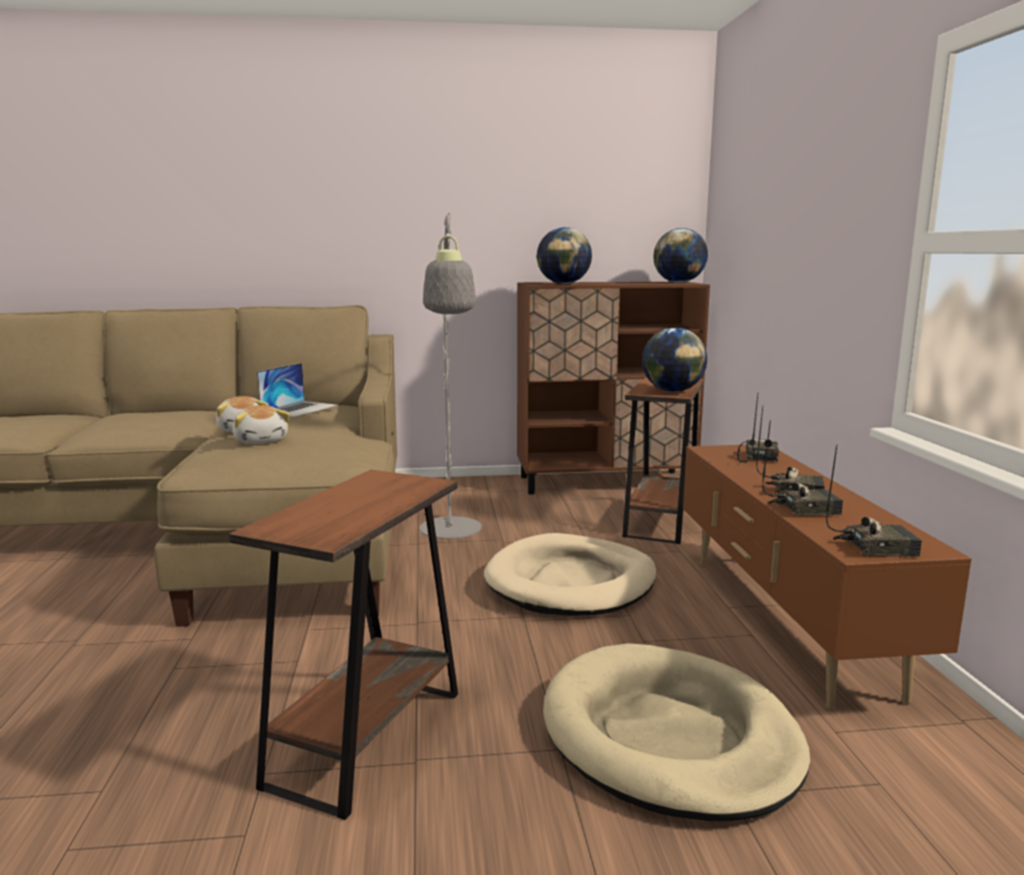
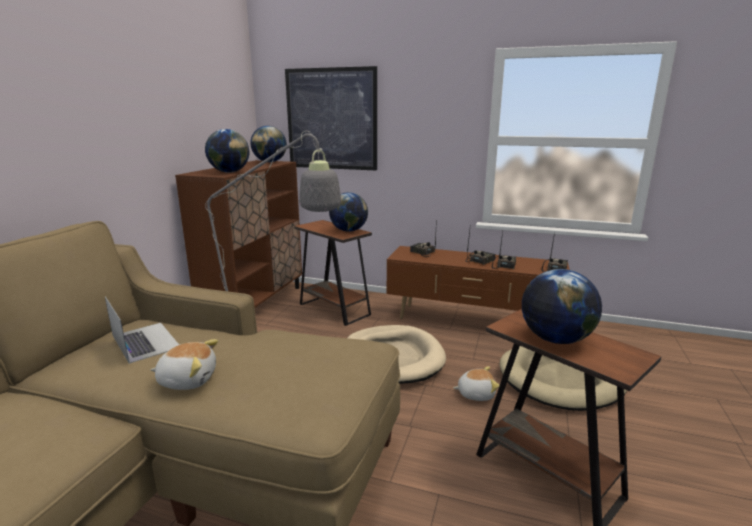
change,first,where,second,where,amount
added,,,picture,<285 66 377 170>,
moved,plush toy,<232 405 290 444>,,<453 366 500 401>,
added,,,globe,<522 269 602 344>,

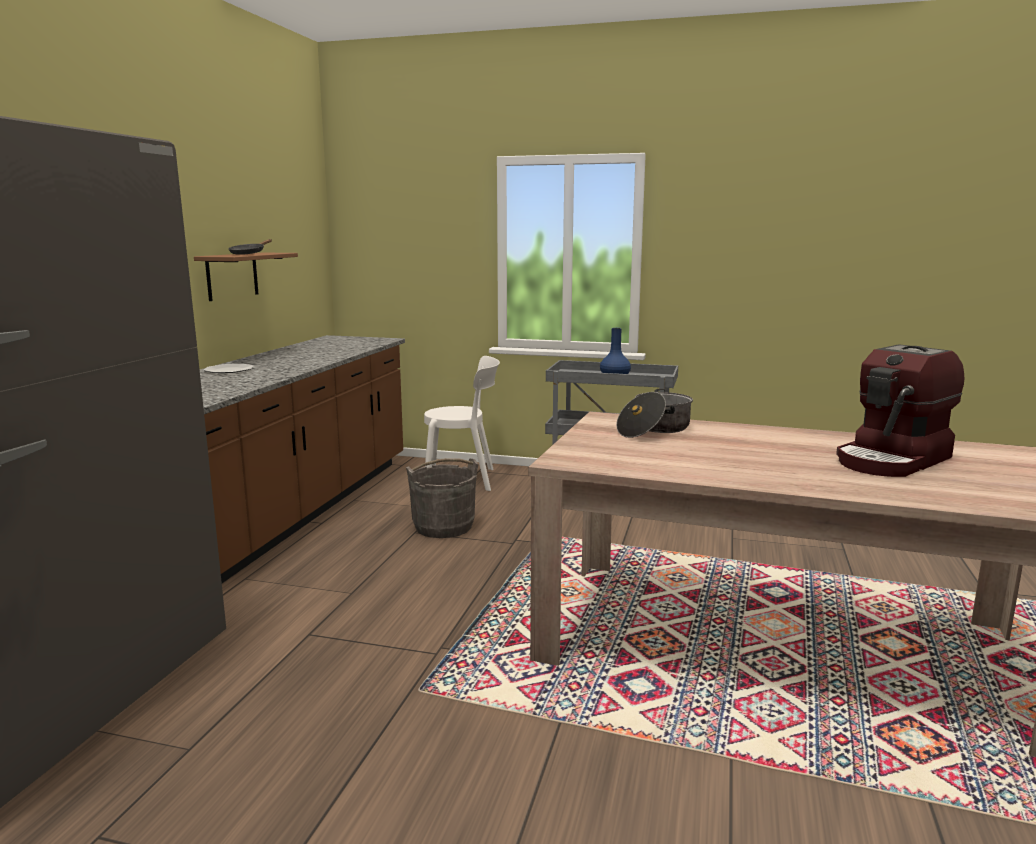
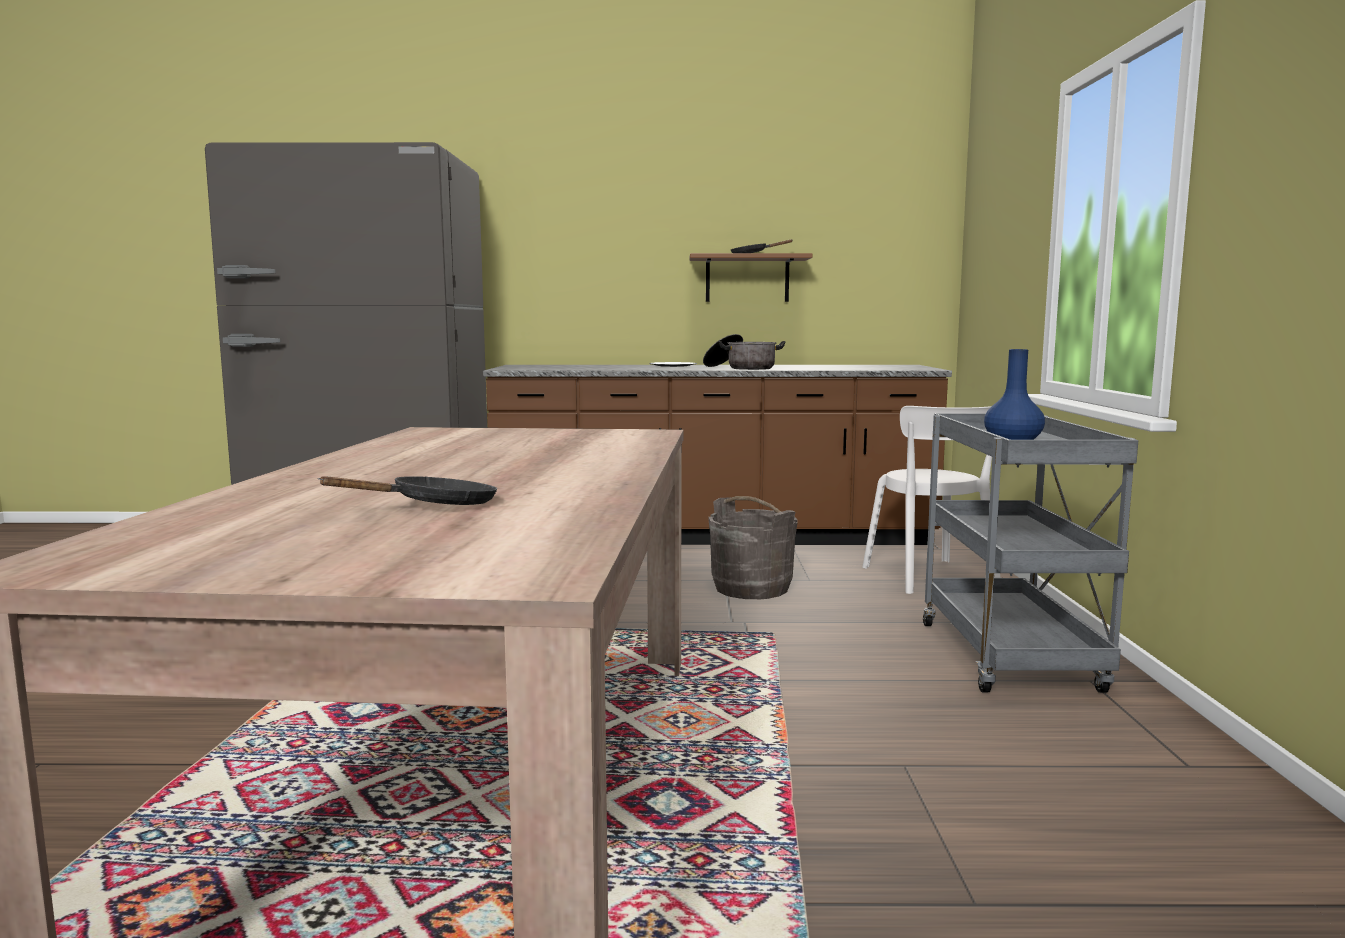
change,first,where,second,where,amount
replaced,coffee machine,<836 344 964 477>,black frying pan,<317 476 497 505>,
moved,cooking pot,<616 389 693 438>,,<703 334 785 370>,

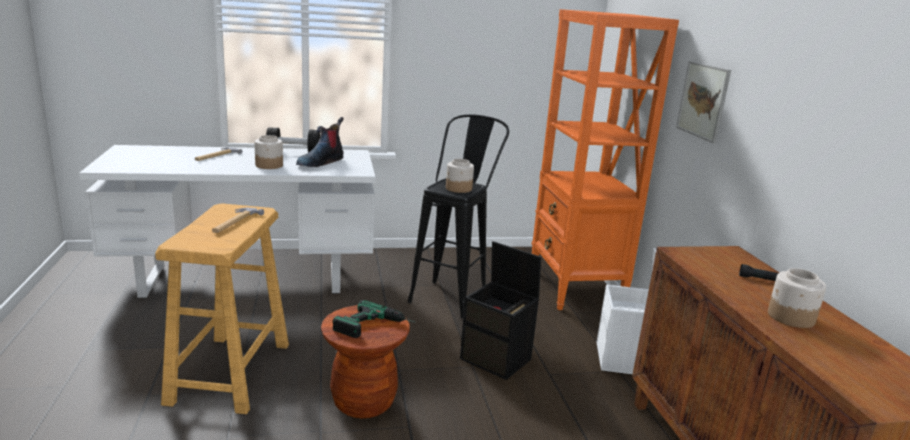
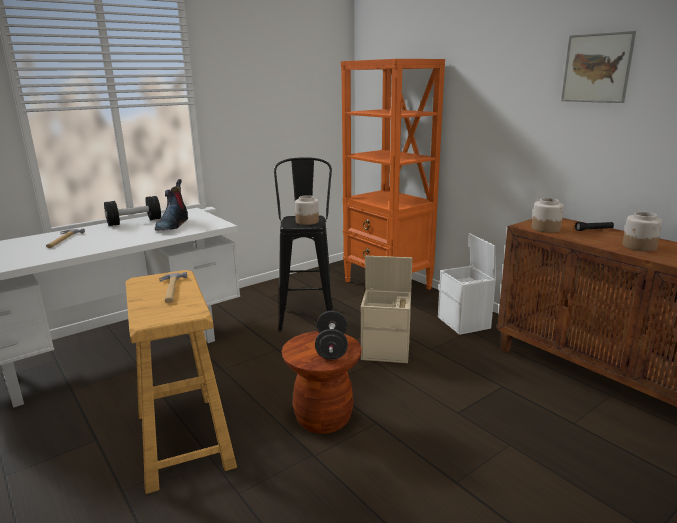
change,first,where,second,where,amount
replaced,power drill,<333 300 414 338>,black dumbbell,<315 311 348 360>,
recoloured,black storage box,<460 241 541 380>,beige storage box,<361 256 412 363>,
moved,jar,<255 135 283 169>,,<532 198 564 233>,
moved,picture,<676 61 731 143>,,<561 31 636 103>,

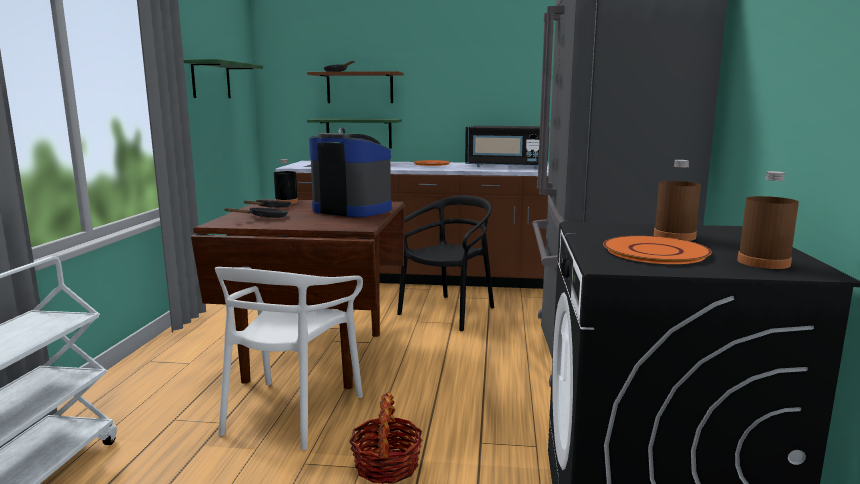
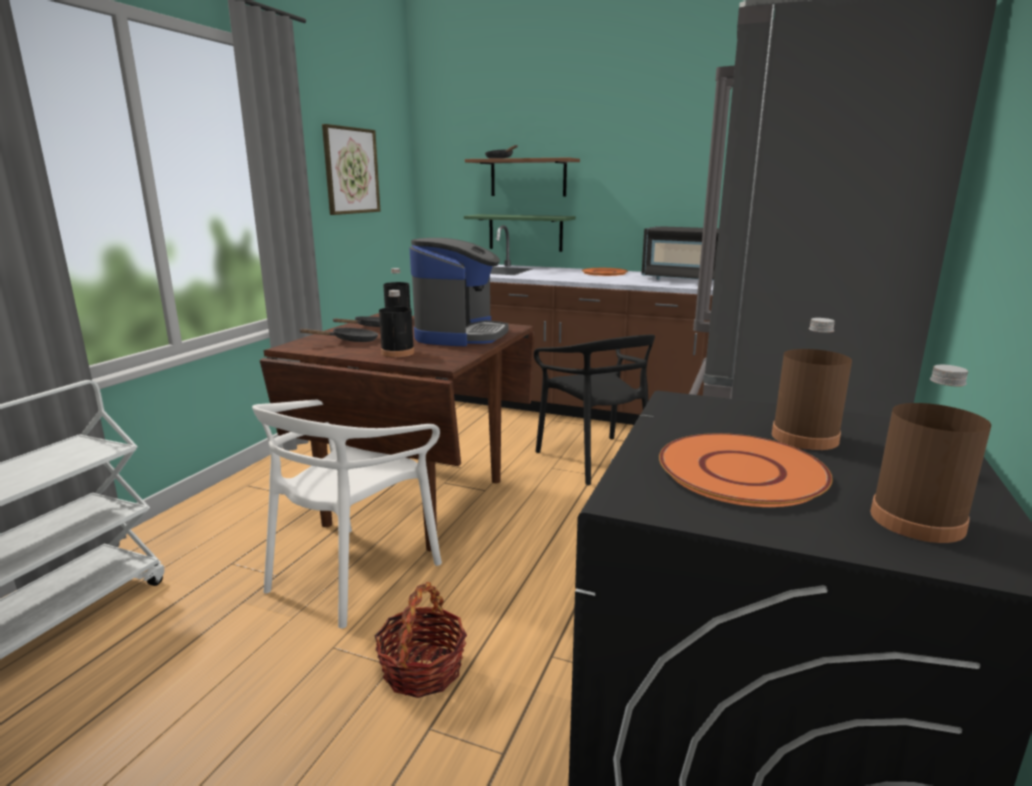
change,first,where,second,where,amount
replaced,green shelf,<184 59 263 98>,picture,<322 124 380 215>,
added,,,black bottle,<379 290 414 357>,
turned,coffee machine,<309 133 392 217>,,<409 238 508 346>,60 degrees clockwise
turned,black chair,<397 196 494 331>,,<534 335 655 485>,105 degrees clockwise

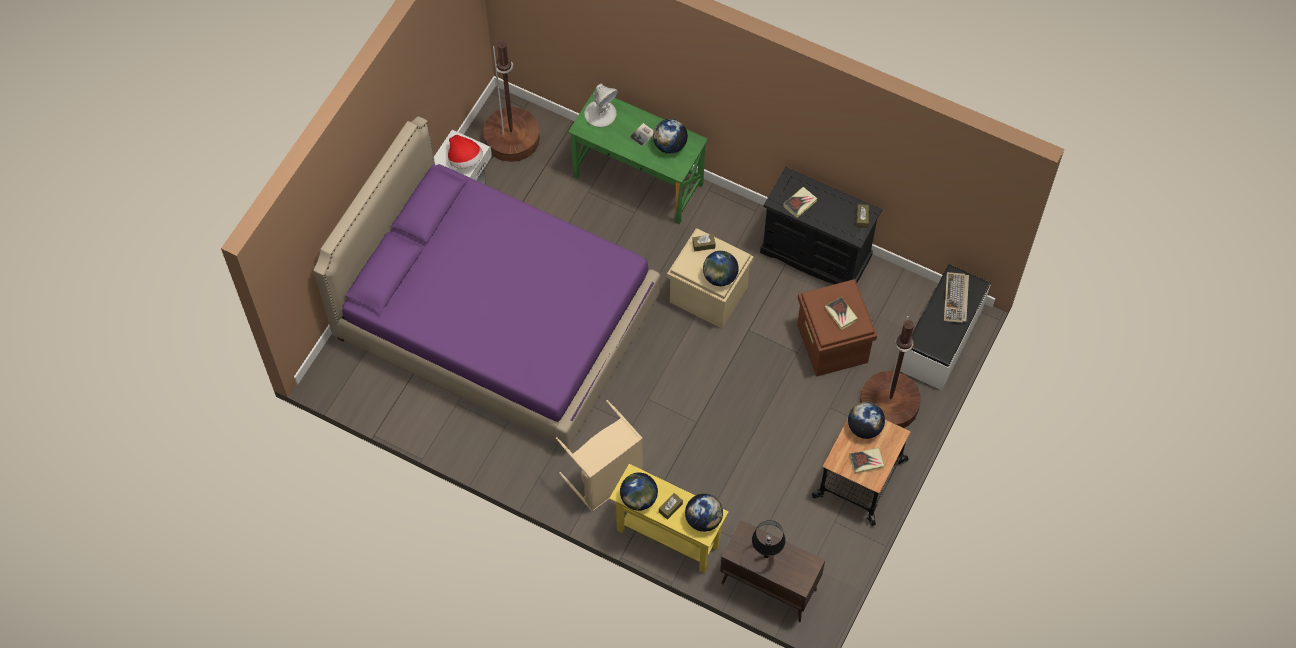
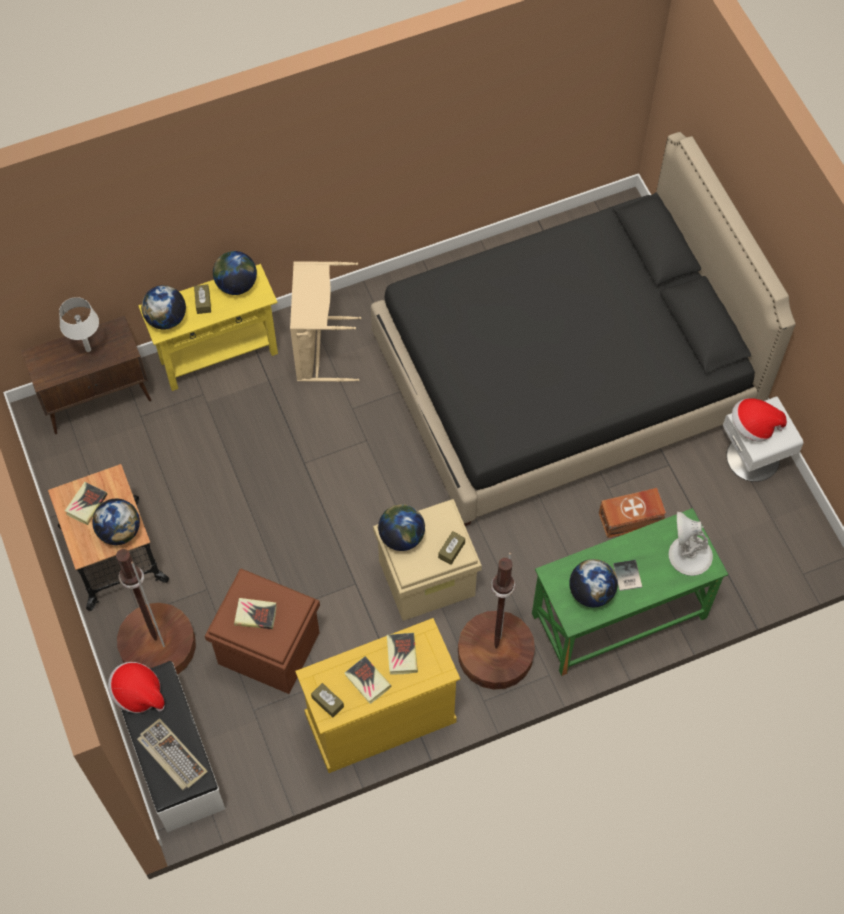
change,first,where,second,where,amount
recoloured,black table lamp,<752 520 785 558>,white table lamp,<59 297 99 352>,
added,,,hat,<108 662 165 713>,
recoloured,black dresser,<760 167 882 284>,yellow dresser,<295 618 460 773>,
added,,,book,<344 656 392 704>,
recoloured,purple bed,<313 116 660 449>,black bed,<371 132 796 526>,
moved,brown floor lamp,<483 40 540 162>,,<458 553 535 690>,
added,,,brown storage box,<599 488 666 539>,

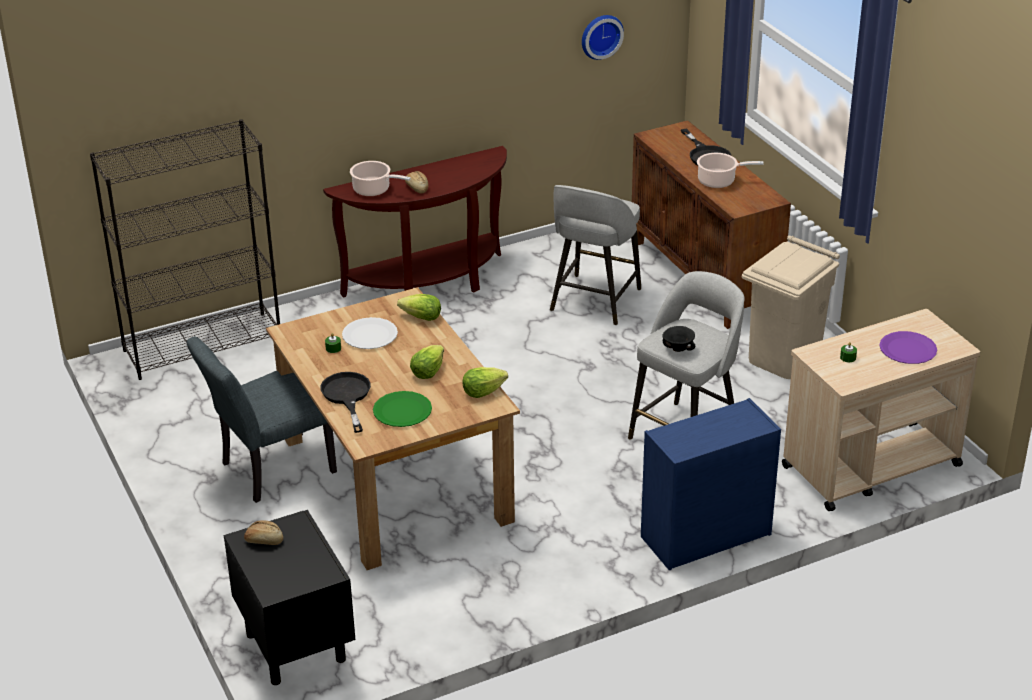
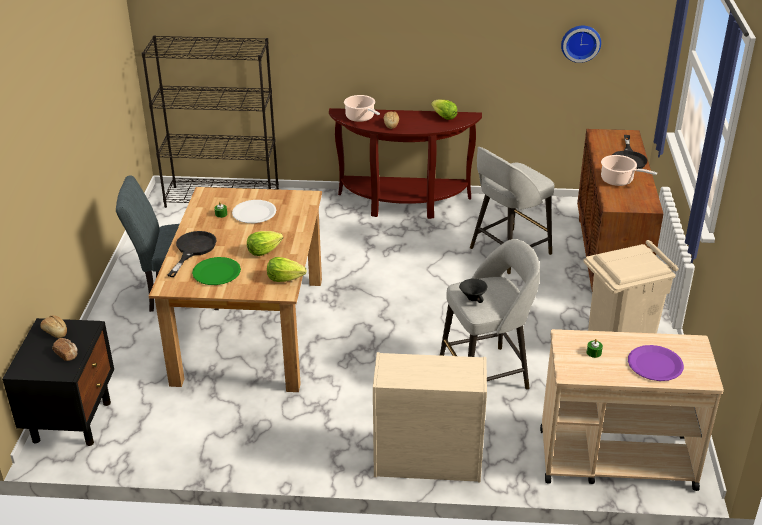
change,first,where,second,where,amount
added,,,bread,<52 338 77 361>,
recoloured,blue dresser,<641 398 781 570>,beige dresser,<373 352 487 482>,
moved,lettuce,<397 294 441 321>,,<431 99 457 120>,

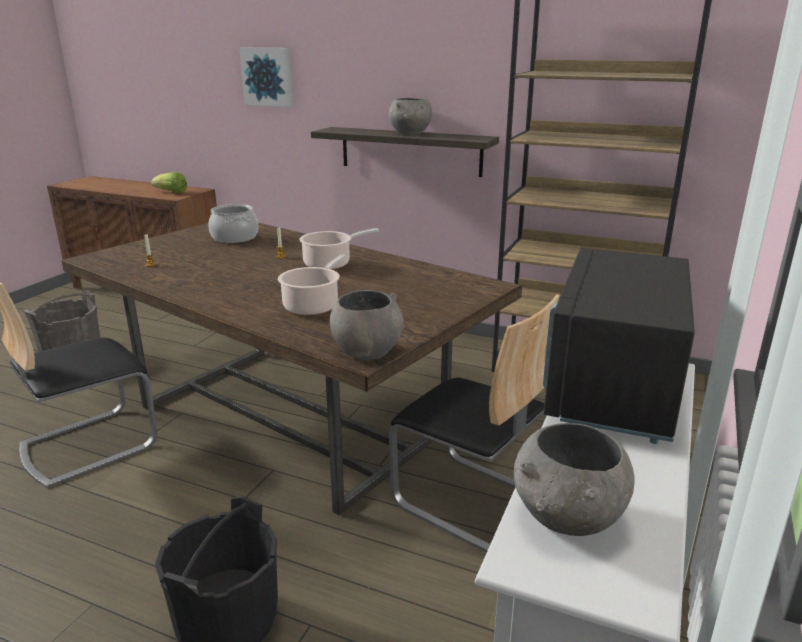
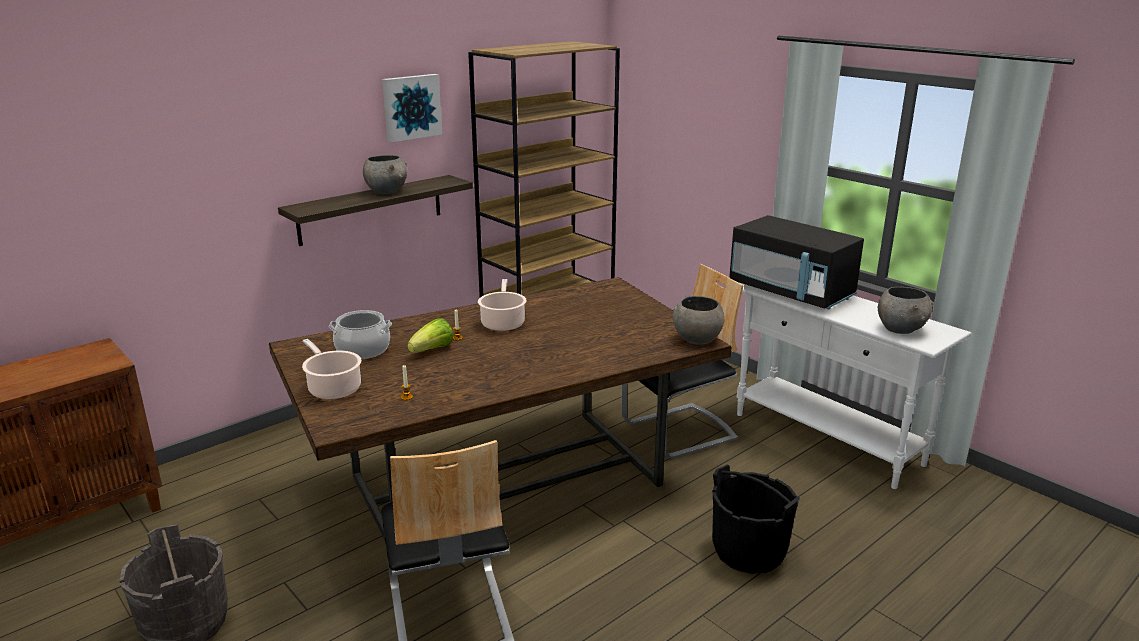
change,first,where,second,where,amount
moved,cooking pot,<278 255 346 315>,,<302 339 361 399>,
moved,picture,<240 48 293 107>,,<382 74 442 142>,
moved,lettuce,<151 172 187 193>,,<407 318 453 353>,

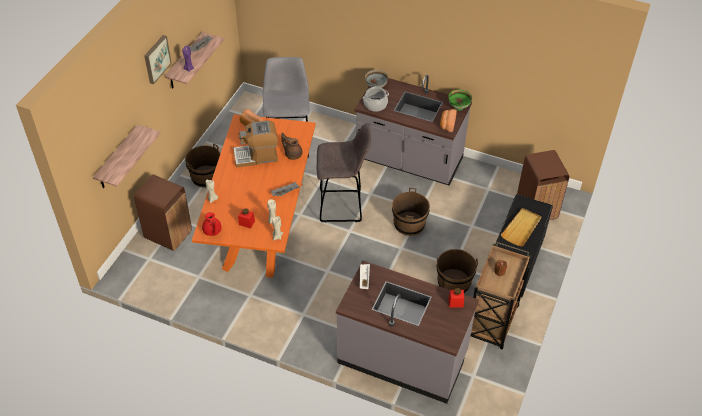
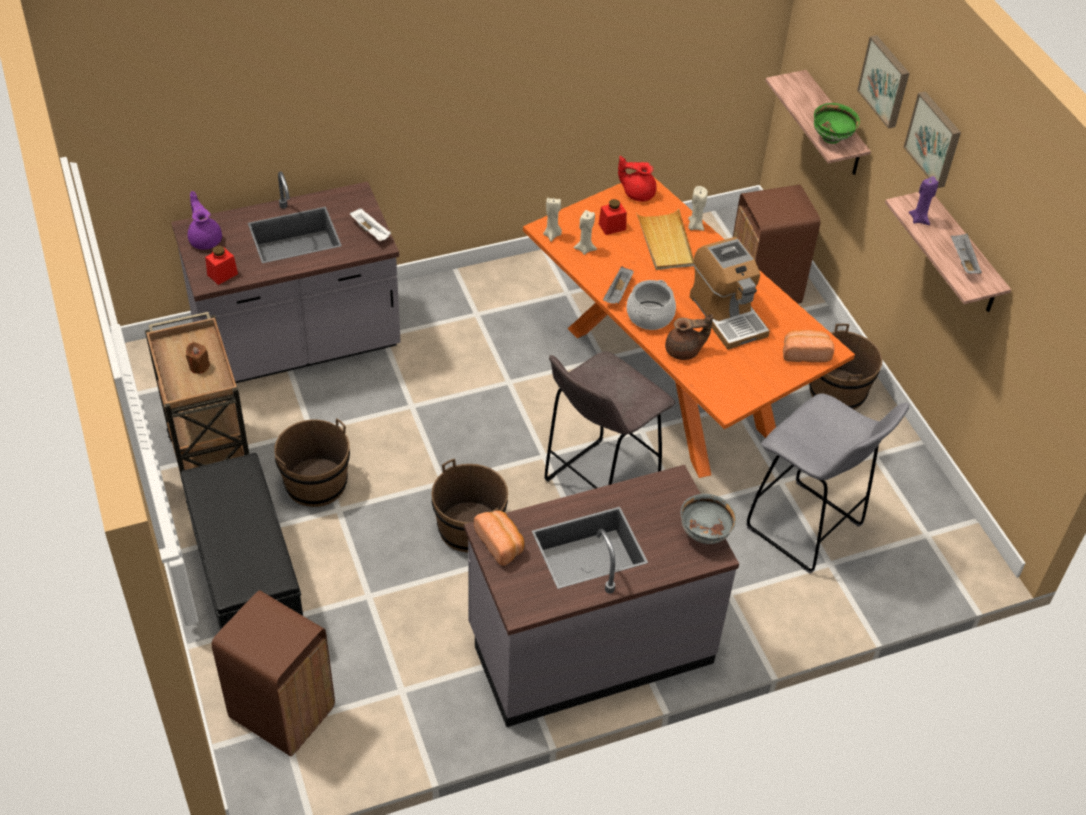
change,first,where,second,where,amount
added,,,purple teapot,<188 191 222 250>,
moved,cooking pot,<363 87 389 112>,,<627 280 676 330>,
moved,beige tray,<501 208 541 246>,,<636 209 694 270>,
turned,coffee machine,<233 120 278 168>,,<690 237 770 350>,120 degrees clockwise
moved,green bowl,<448 90 472 111>,,<814 103 860 144>,
added,,,picture,<857 35 909 129>,

